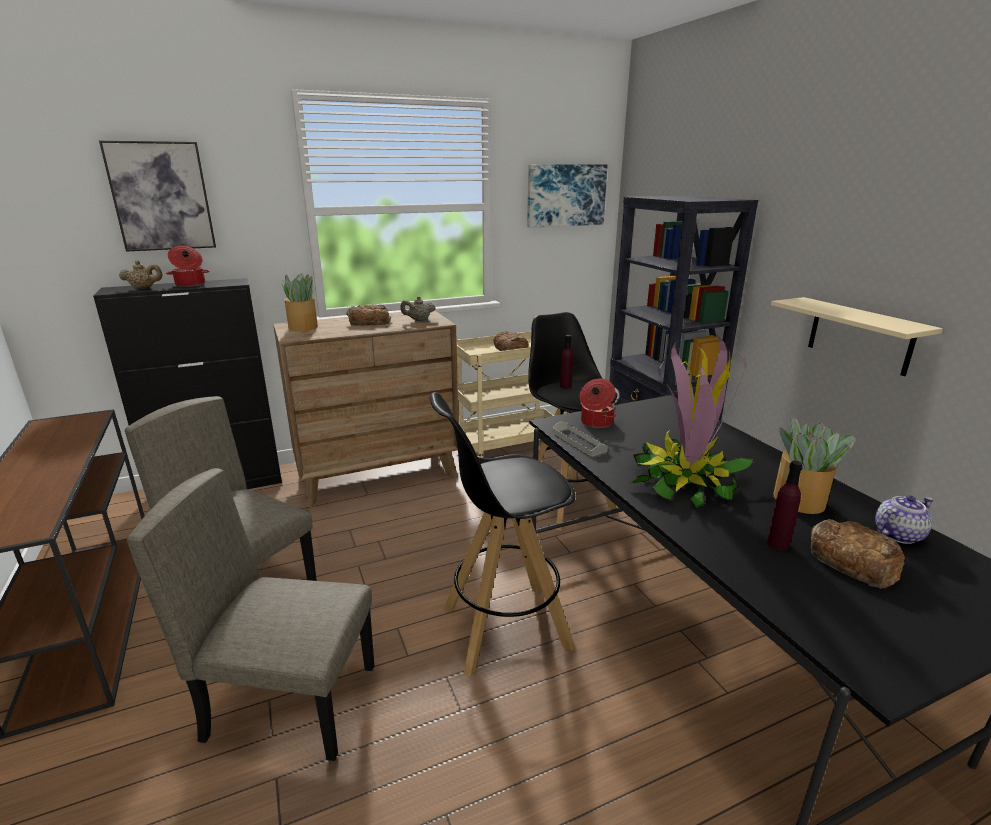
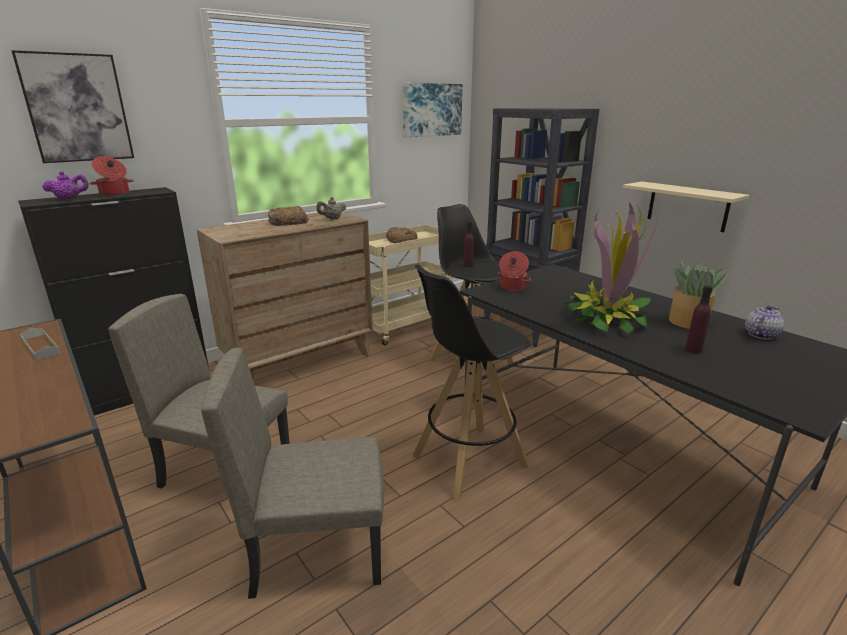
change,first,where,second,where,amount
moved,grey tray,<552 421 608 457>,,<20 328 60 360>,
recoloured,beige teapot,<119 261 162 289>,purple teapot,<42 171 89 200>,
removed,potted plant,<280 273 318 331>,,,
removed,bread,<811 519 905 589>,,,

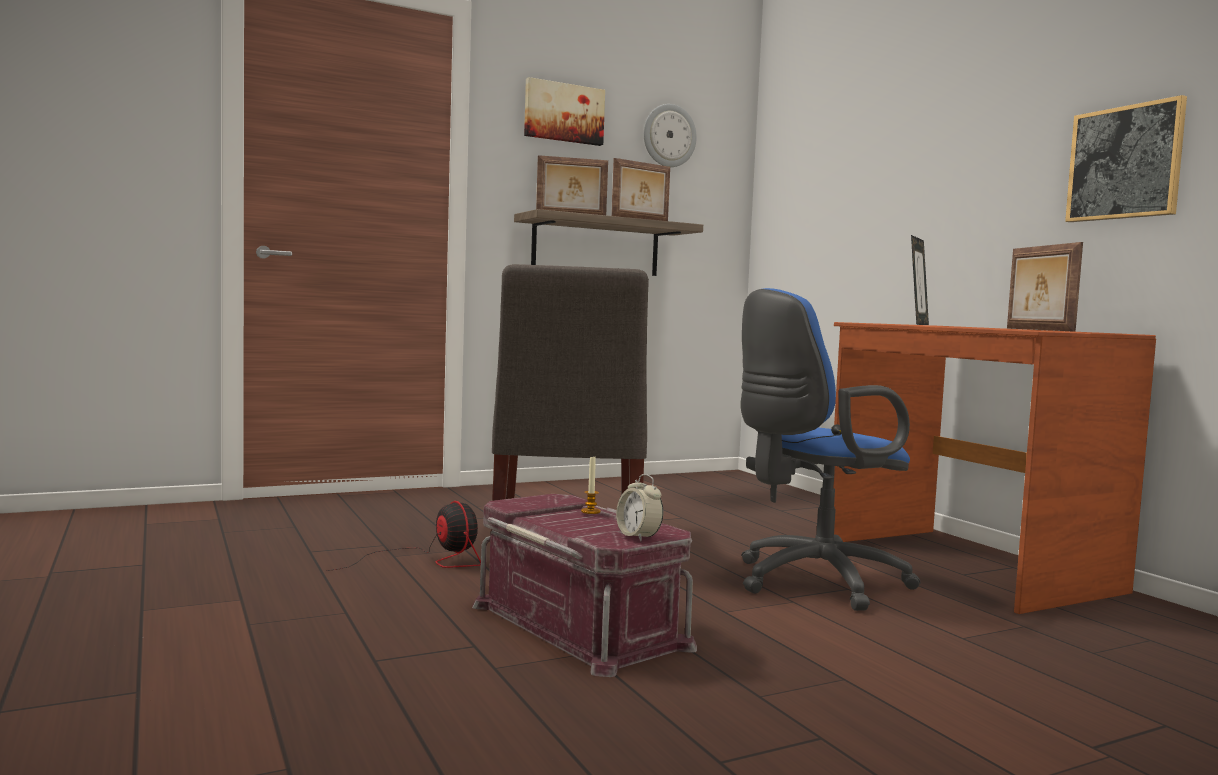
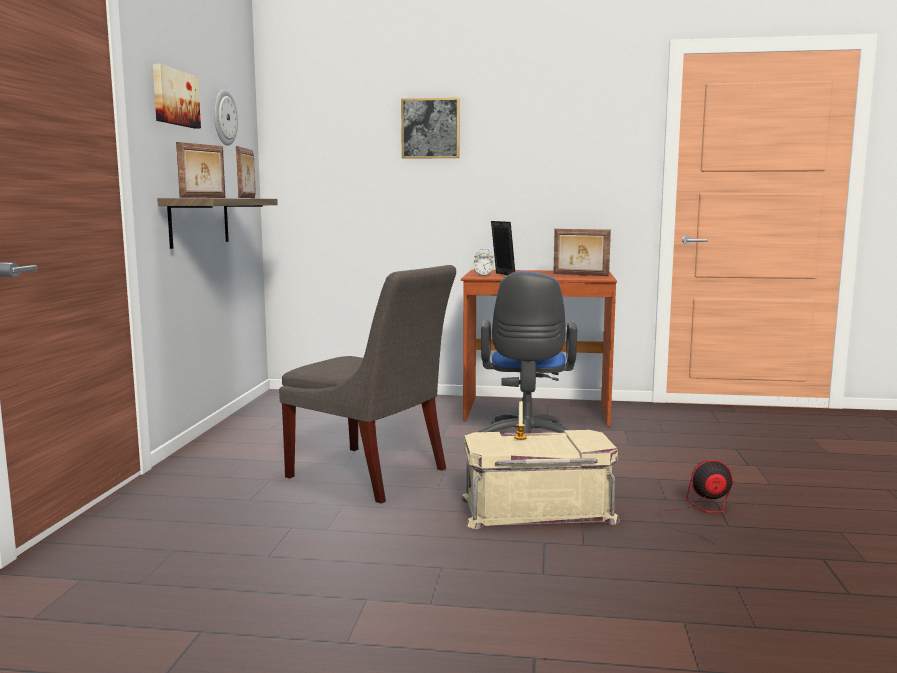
change,first,where,second,where,amount
moved,picture,<1065 95 1187 222>,,<401 98 460 159>,
recoloured,red storage box,<472 494 697 677>,beige storage box,<460 430 620 529>,
moved,alarm clock,<616 474 663 541>,,<474 249 494 276>,
moved,fan,<326 501 481 571>,,<658 460 734 549>,

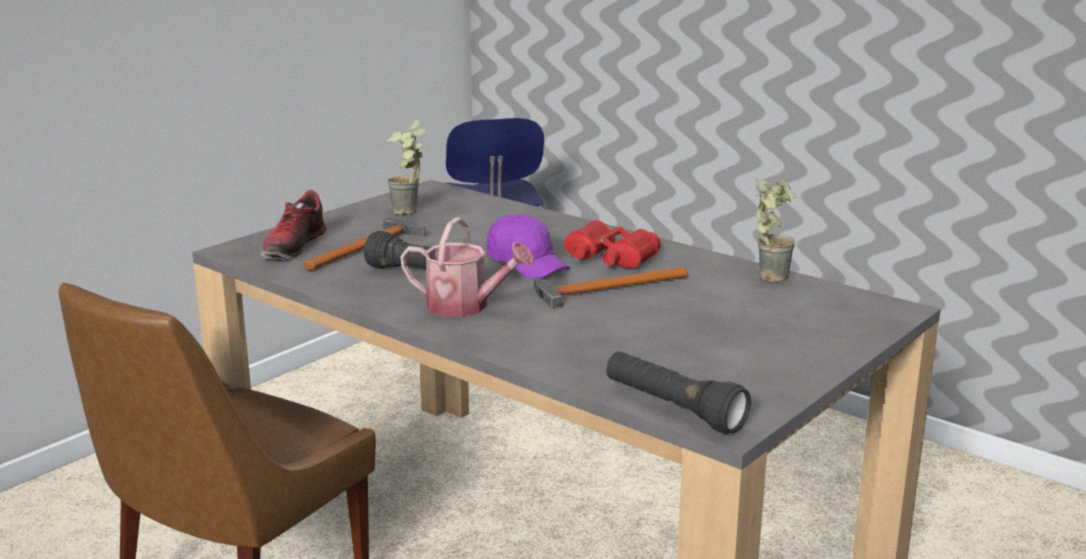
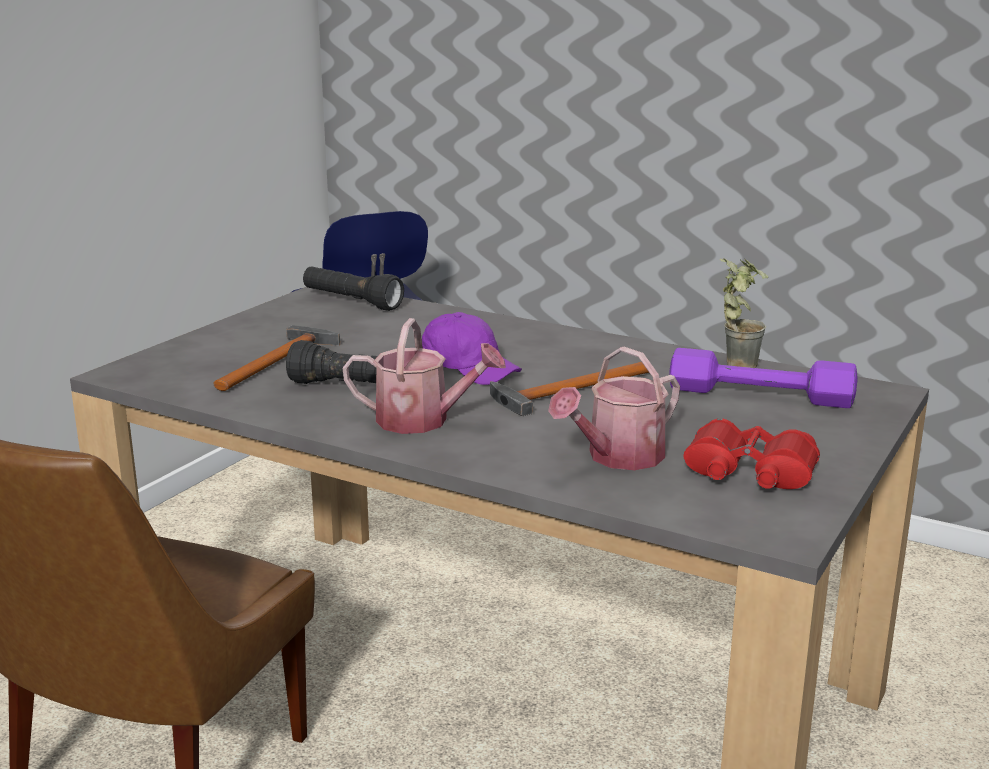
change,first,where,second,where,amount
moved,black flashlight,<606 351 751 434>,,<303 267 404 311>,
added,,,watering can,<548 347 680 470>,
added,,,purple dumbbell,<669 348 857 408>,
moved,red binoculars,<564 220 661 268>,,<683 418 820 489>,
removed,shoe,<261 190 327 260>,,,
removed,potted plant,<387 120 426 215>,,,

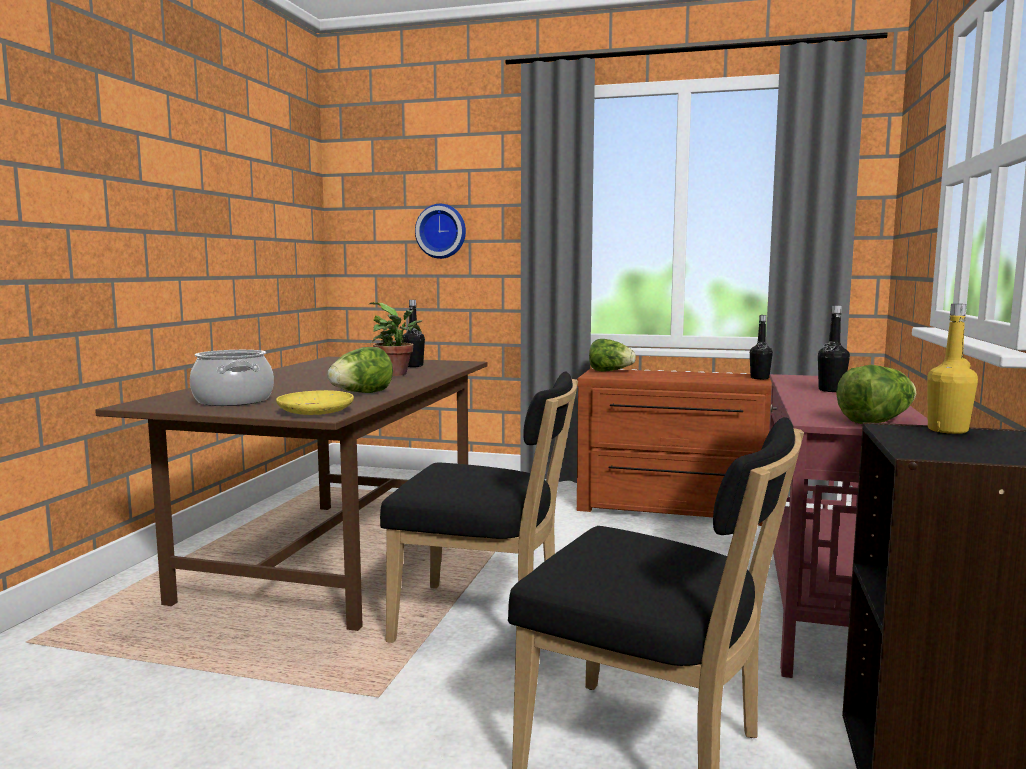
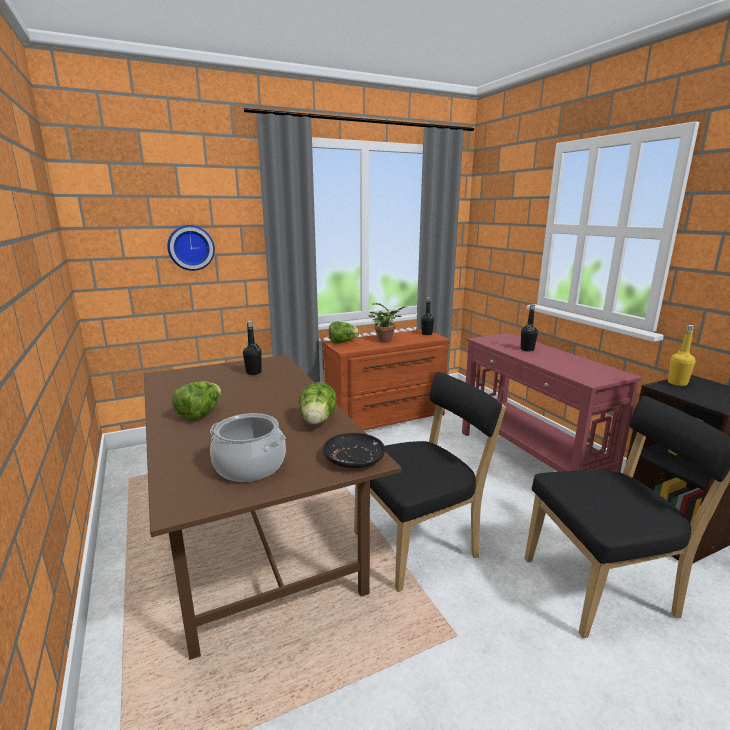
change,first,where,second,where,amount
moved,lettuce,<836 365 916 424>,,<172 381 221 421>,
recoloured,yellow plate,<276 390 354 415>,black plate,<323 433 385 468>,
moved,potted plant,<370 302 422 376>,,<368 303 407 342>,

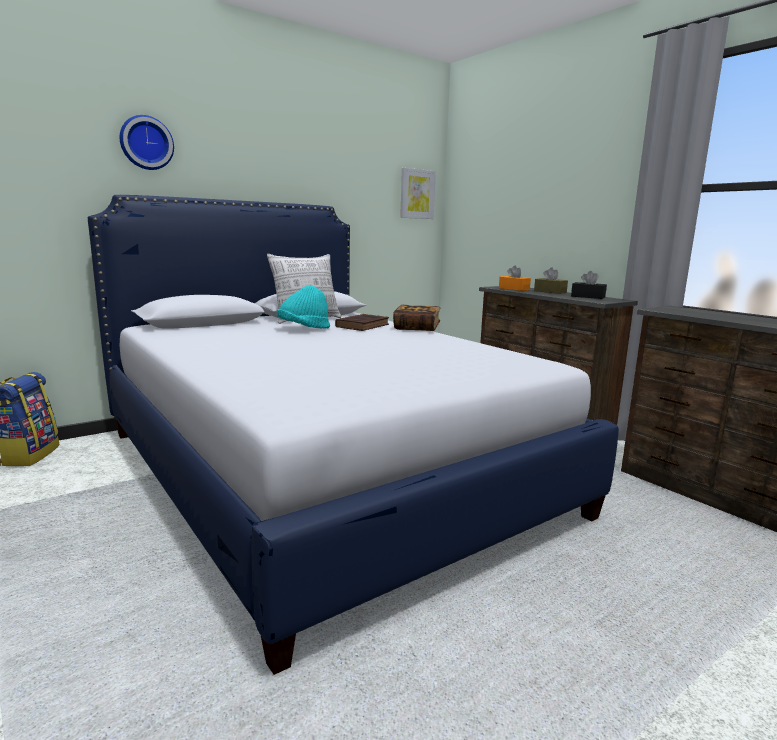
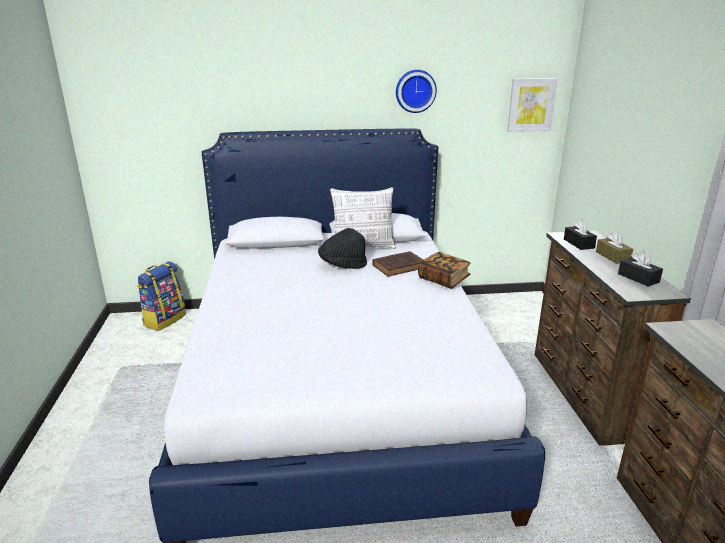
change,first,where,second,where,amount
recoloured,turquoise hat,<277 285 330 329>,black hat,<318 228 367 269>,
moved,wall clock,<120 115 174 170>,,<396 70 437 113>,
recoloured,orange tissue box,<499 265 531 291>,black tissue box,<564 219 597 250>,

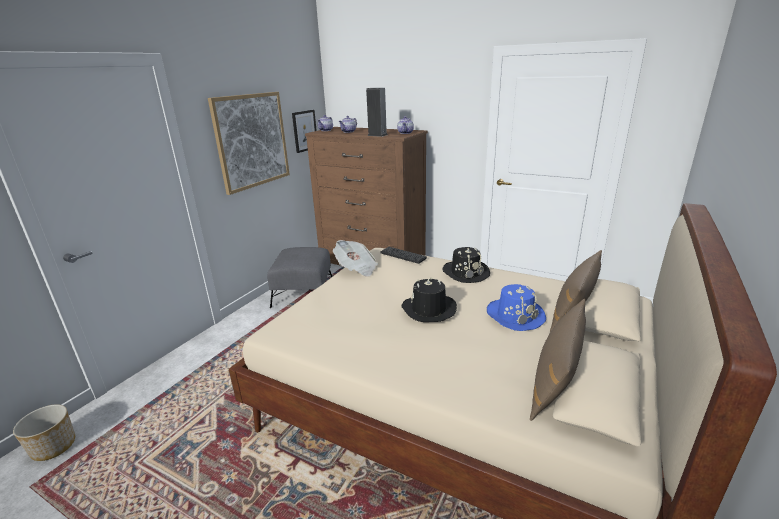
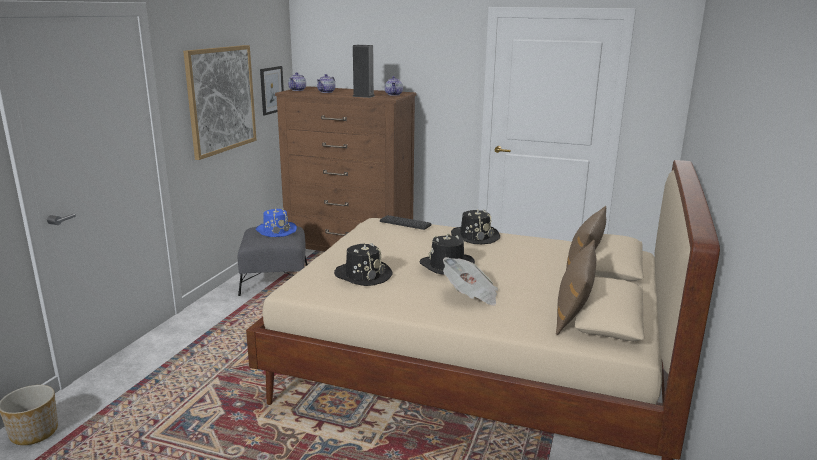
change,first,where,second,where,amount
moved,blue hat,<487 284 546 331>,,<256 208 297 237>,
added,,,black hat,<334 243 393 286>,
moved,newspaper,<333 240 378 277>,,<443 257 498 306>,

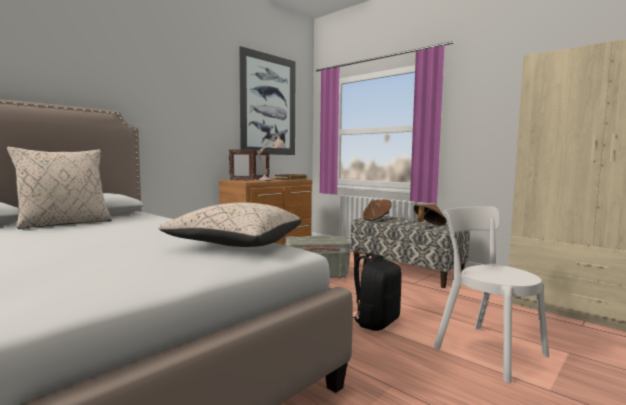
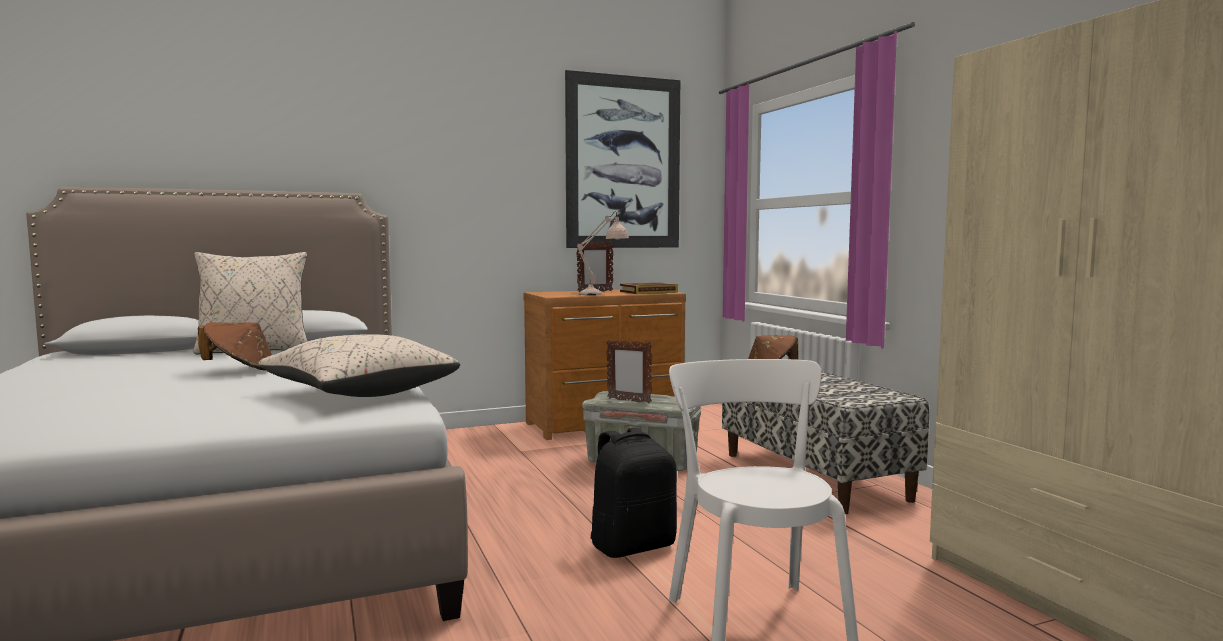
change,first,where,second,where,amount
moved,brown hat,<414 204 447 225>,,<198 322 272 370>,
moved,picture frame,<229 149 254 181>,,<606 340 652 403>,

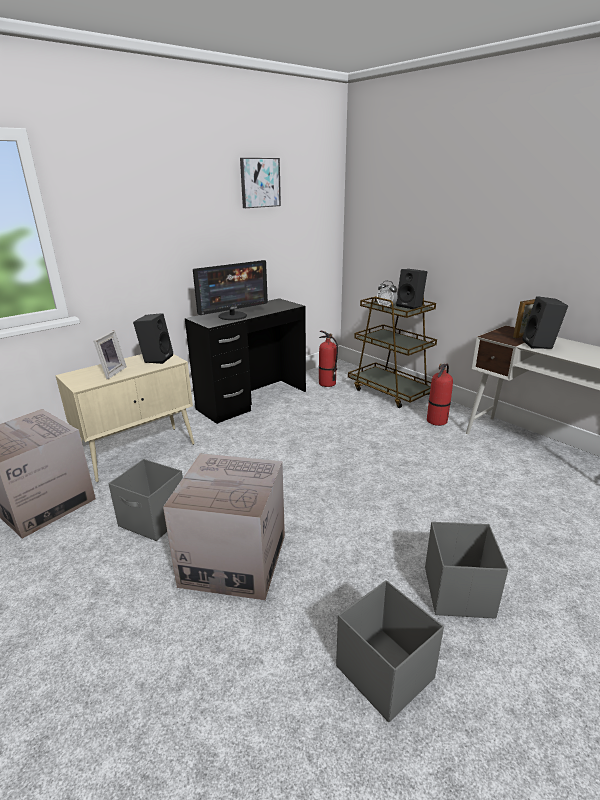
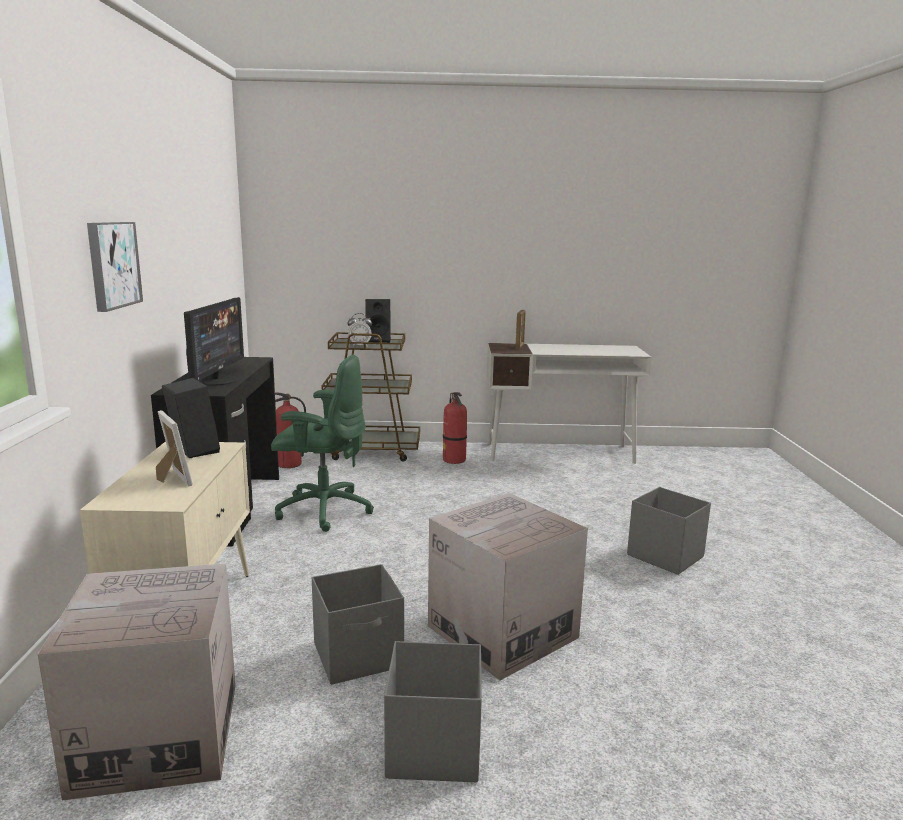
change,first,where,second,where,amount
moved,picture,<240 158 281 208>,,<87 222 143 312>,
added,,,green office chair,<271 355 374 532>,
moved,grey storage box,<336 580 444 722>,,<384 641 482 782>,
removed,black speaker,<522 296 568 349>,,,

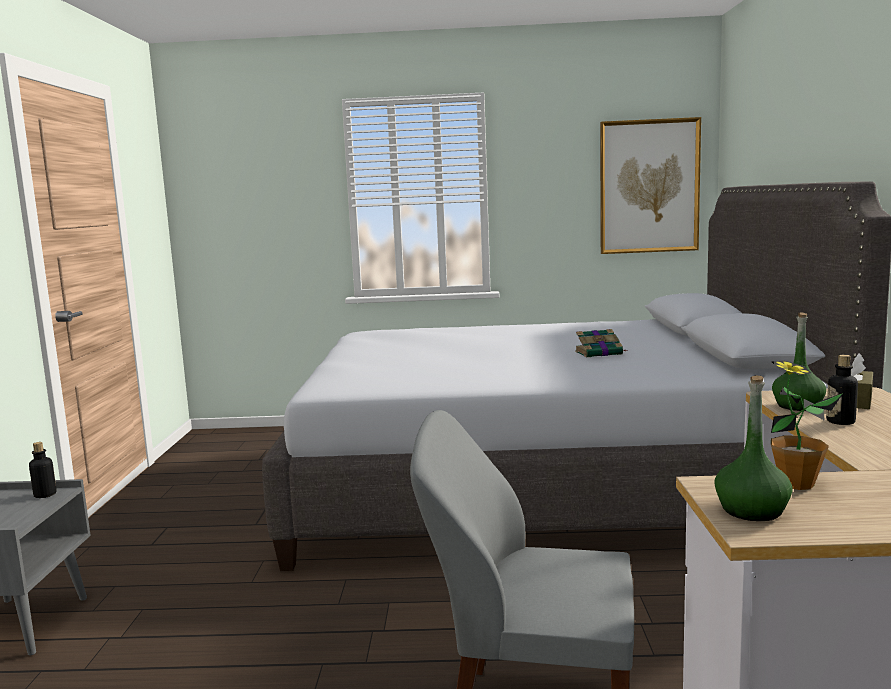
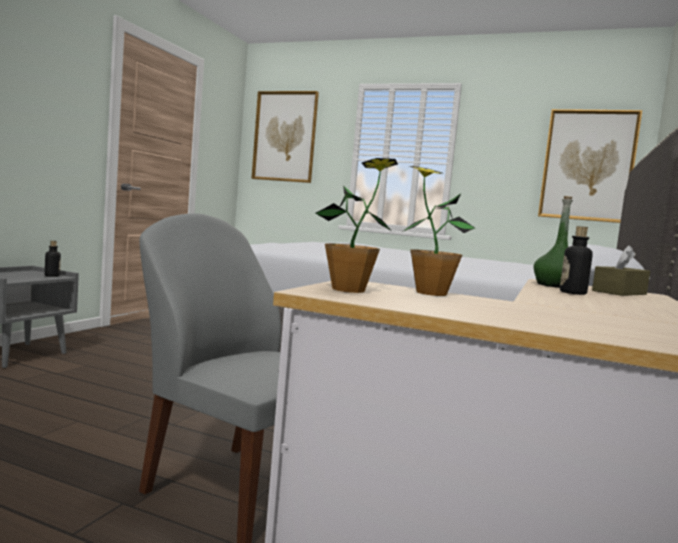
change,first,where,second,where,amount
added,,,picture,<251 91 319 183>,
replaced,green bottle,<714 375 793 521>,potted plant,<315 158 398 293>,
removed,book,<575 329 626 358>,,,

